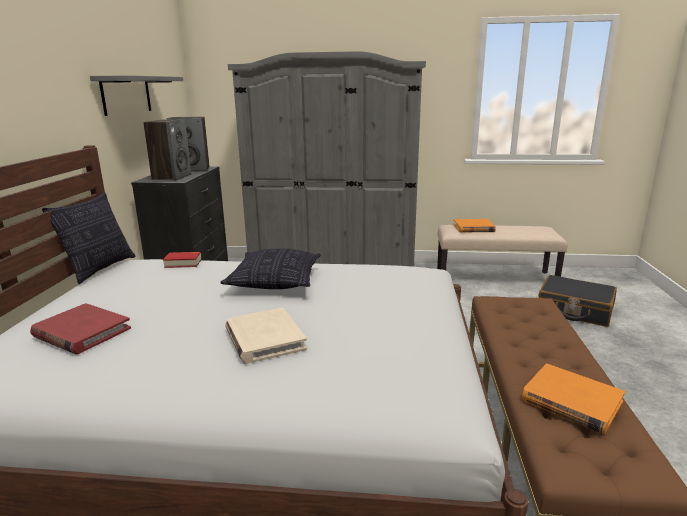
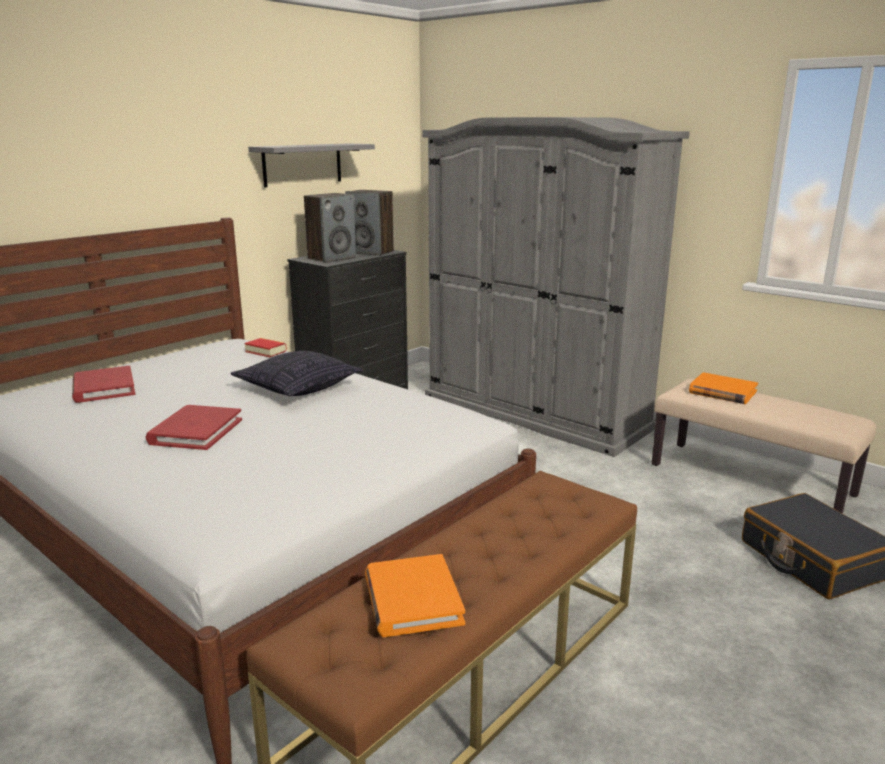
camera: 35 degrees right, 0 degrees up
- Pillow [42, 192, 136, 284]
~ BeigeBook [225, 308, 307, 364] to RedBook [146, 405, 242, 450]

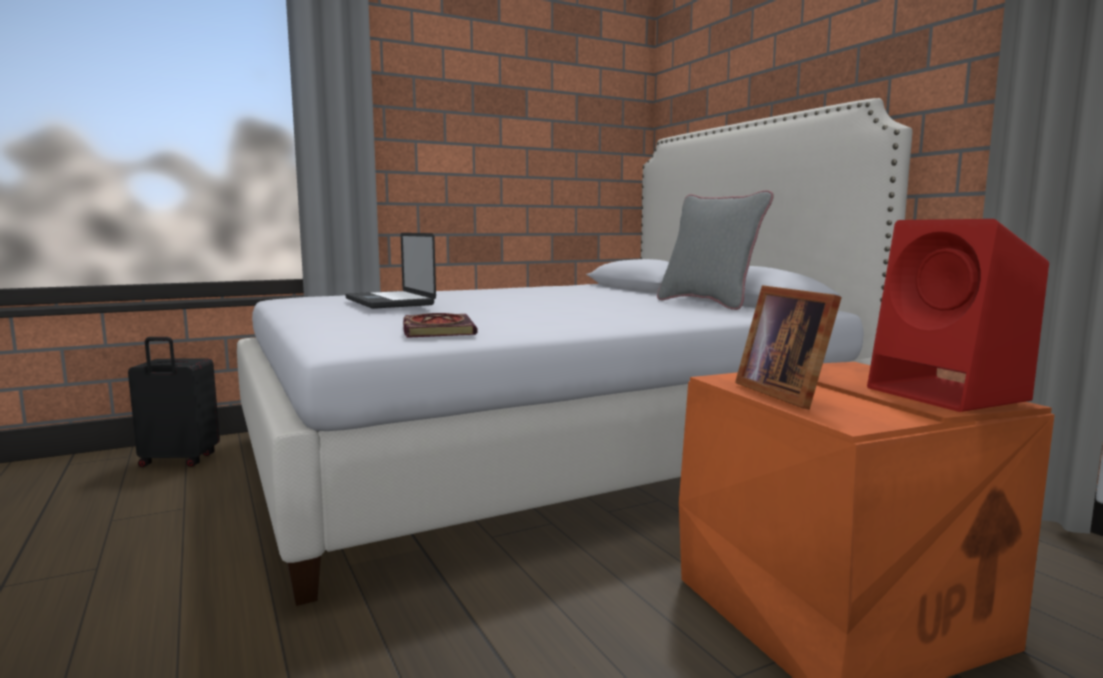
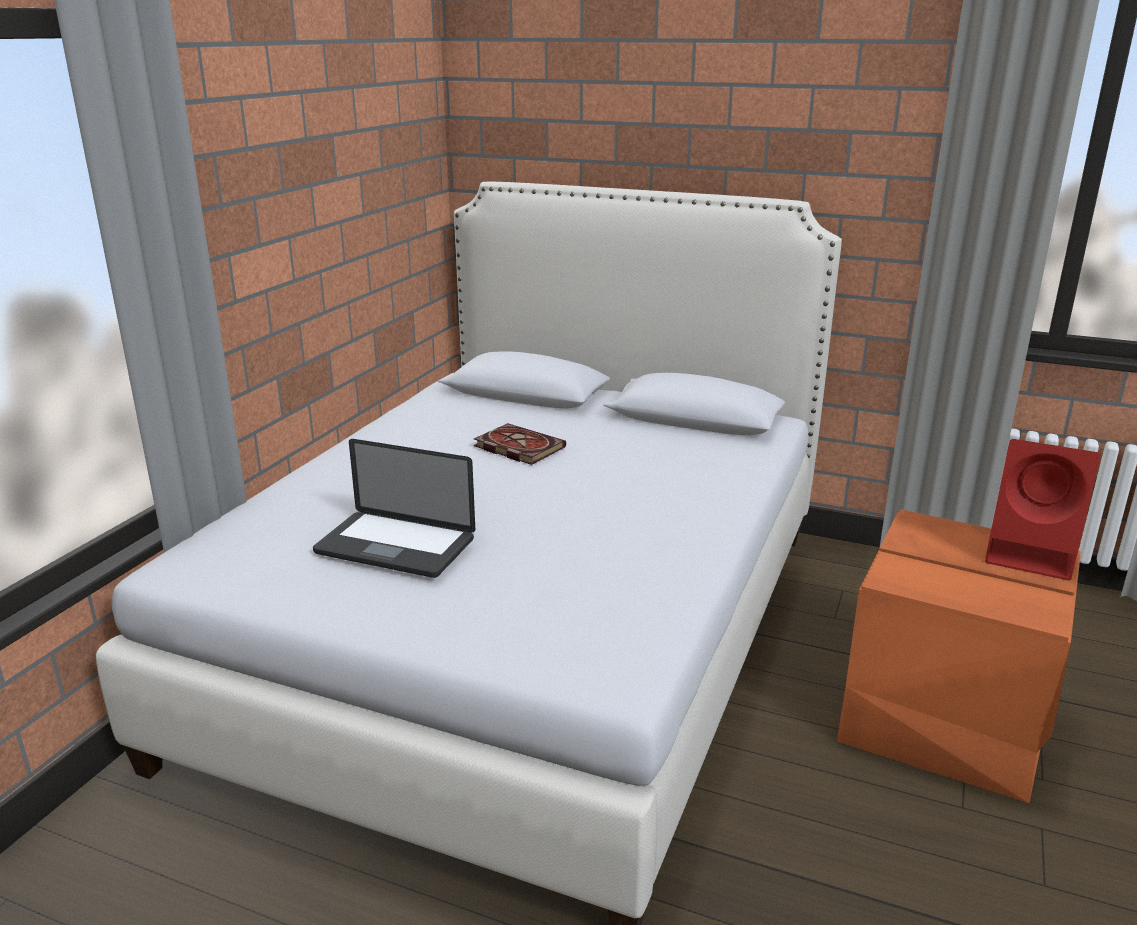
camera: 40 degrees left, 15 degrees up
- BlackSuitcase [128, 337, 220, 467]
~ Book [403, 313, 478, 338] to [474, 423, 566, 465]
- GreyPillow [657, 190, 774, 310]
- PictureFrame [735, 285, 842, 409]

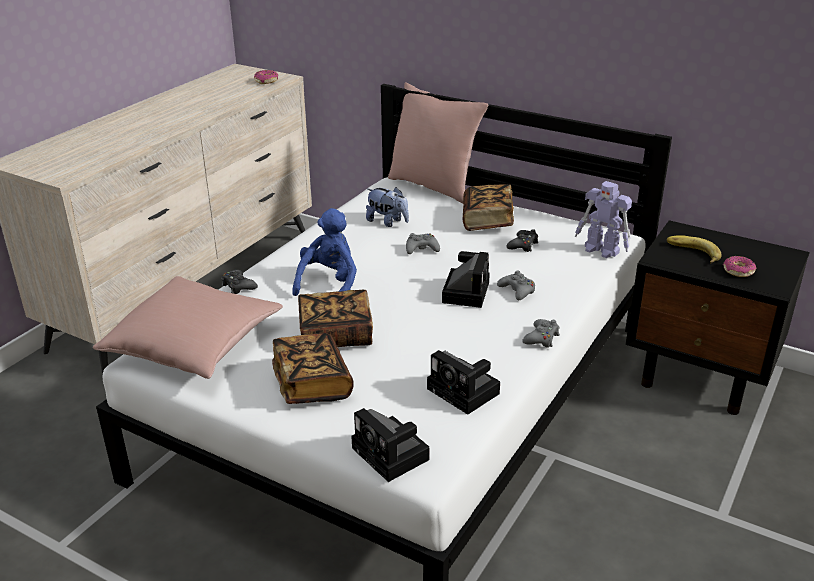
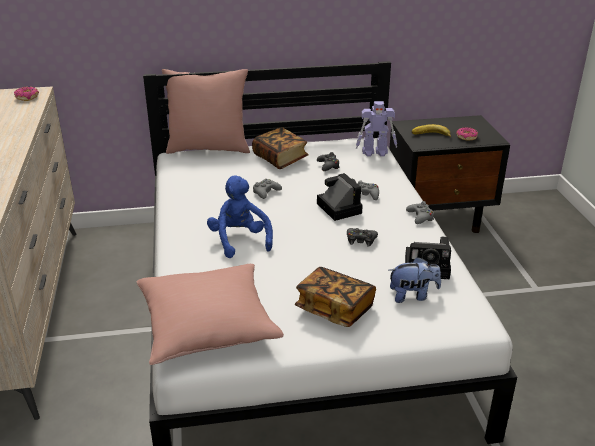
camera: 40 degrees left, 0 degrees up
~ BlackGameController [221, 270, 258, 294] to [347, 228, 378, 247]
- Book [298, 290, 373, 347]
- PhotoCamera [351, 408, 430, 482]
~ PlushToy [366, 187, 409, 227] to [389, 257, 441, 303]

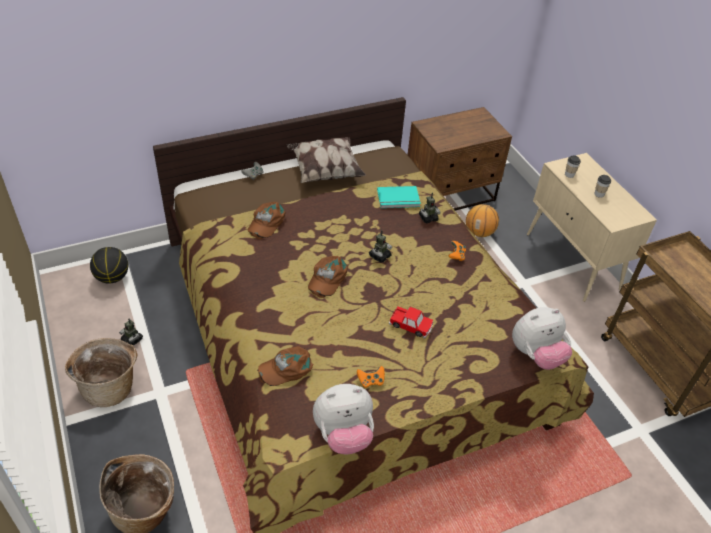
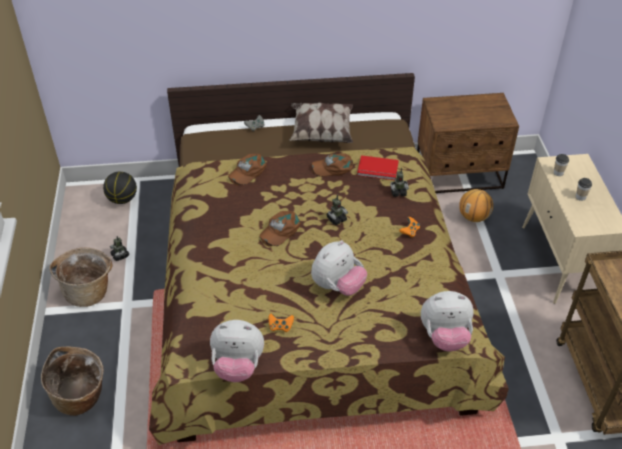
camera: 20 degrees right, 0 degrees up
~ BrownCap [257, 346, 313, 386] to [311, 153, 353, 177]
~ TurquoiseBook [377, 186, 421, 208] to RedBook [357, 155, 399, 180]
~ ToyCar [389, 306, 433, 338] to PlushToy [311, 240, 367, 296]

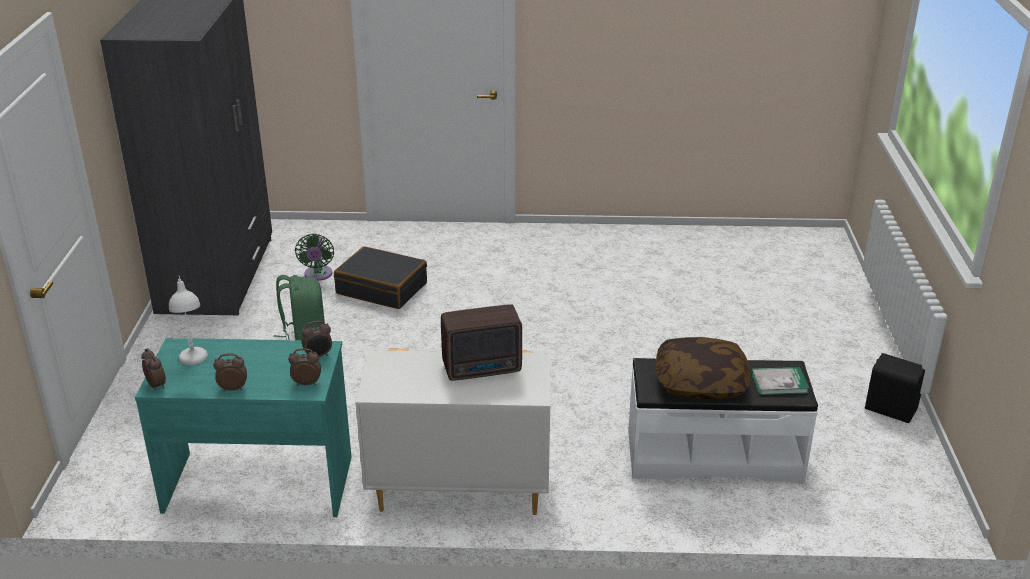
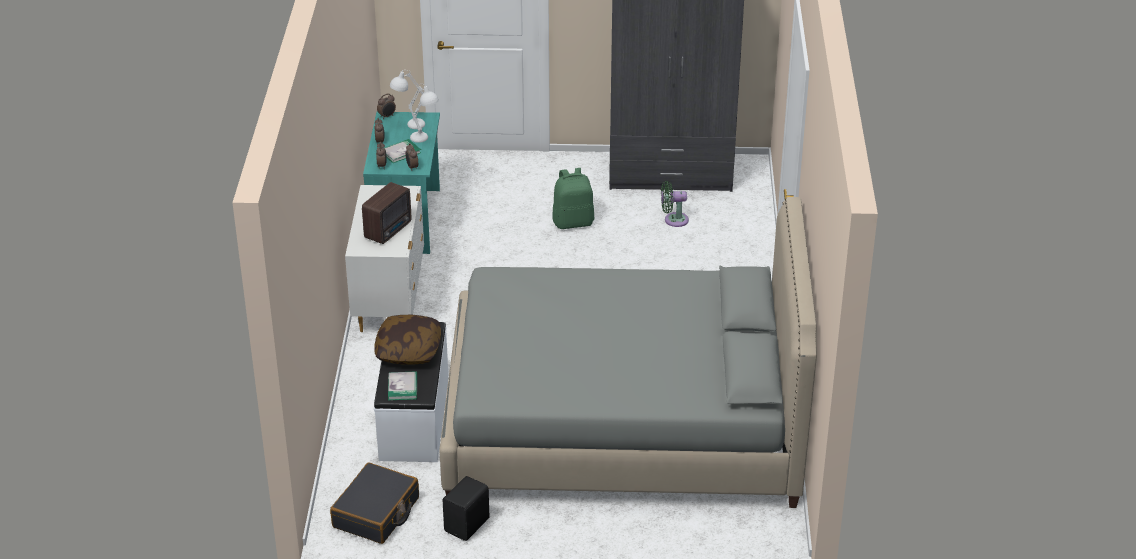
camera: 90 degrees right, 5 degrees up
~ BlackSuitcase [334, 246, 427, 309] to [330, 462, 419, 544]
~ Radio [441, 304, 522, 381] = [362, 182, 411, 244] 135 degrees counterclockwise
+ Book [385, 139, 421, 163]
+ WhiteTableLamp [408, 84, 439, 143]
+ GreyBed [439, 197, 817, 508]

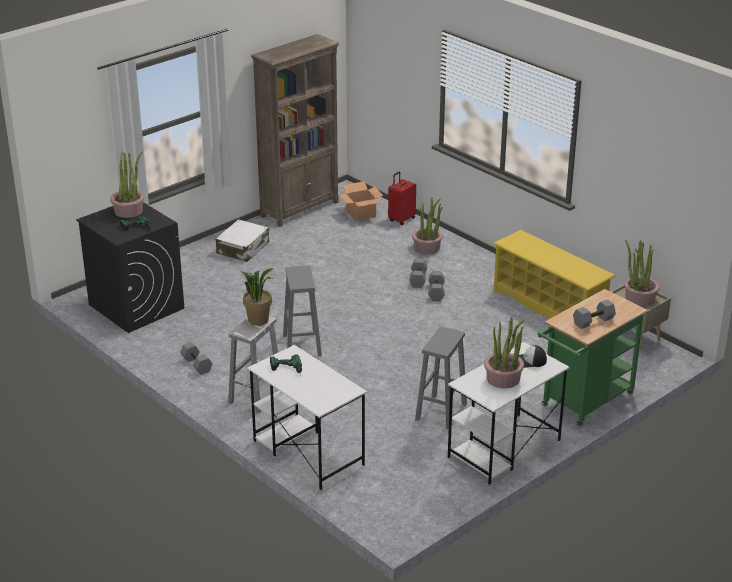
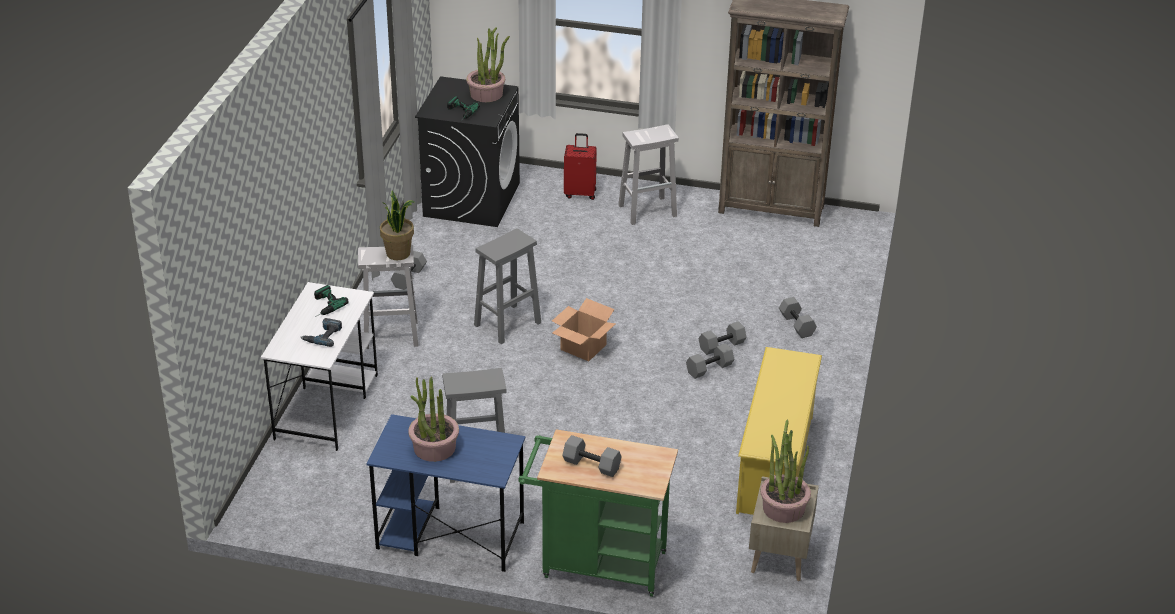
camera: 55 degrees right, 5 degrees up
~ WhiteSuitcase [216, 219, 269, 262] to WhiteStool [618, 124, 679, 225]
~ CardboardBox [339, 181, 383, 221] to [552, 298, 616, 361]
~ RedSuitcase [388, 172, 416, 225] to [564, 133, 597, 200]
~ PottedPlant [412, 198, 443, 254] to GreyDumbbell [779, 297, 817, 338]
~ WhiteDesk [448, 342, 569, 485] to BlueDesk [366, 414, 525, 572]
- Cap [519, 345, 547, 368]
+ PowerDrill [301, 318, 342, 347]

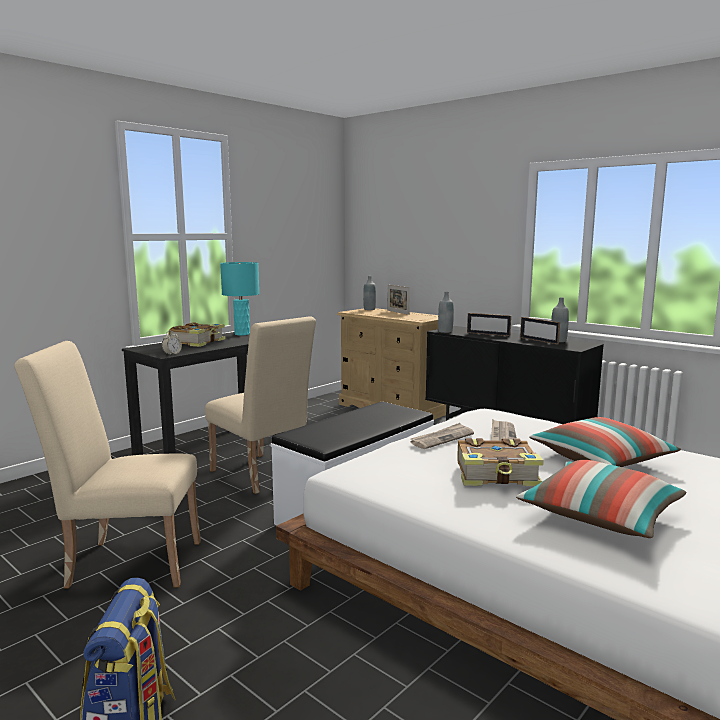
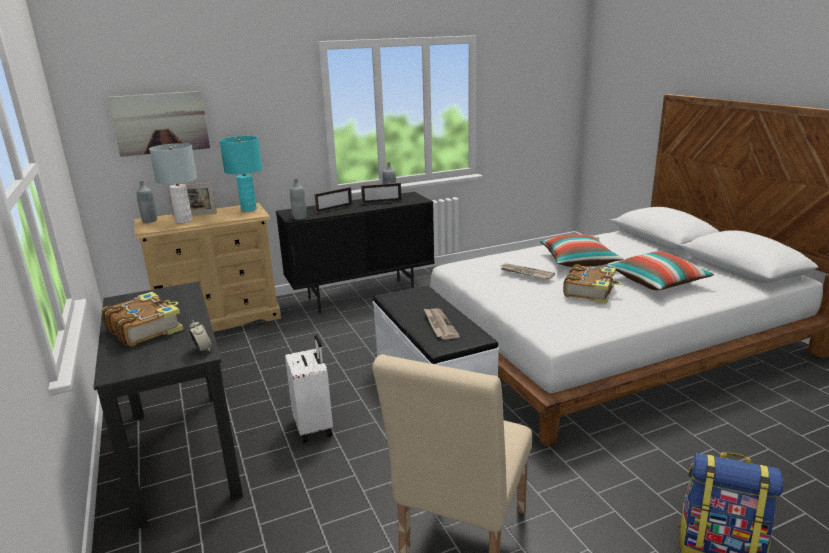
camera: 65 degrees left, 10 degrees up
~ BeigeChair [205, 316, 316, 494] to WhiteSuitcase [285, 335, 333, 443]
~ TurquoiseTableLamp [220, 262, 259, 335] to [219, 136, 263, 212]
~ Newspaper [411, 423, 474, 449] to [423, 308, 460, 340]
+ Picture [108, 91, 210, 157]
+ GreyTableLamp [149, 143, 197, 223]

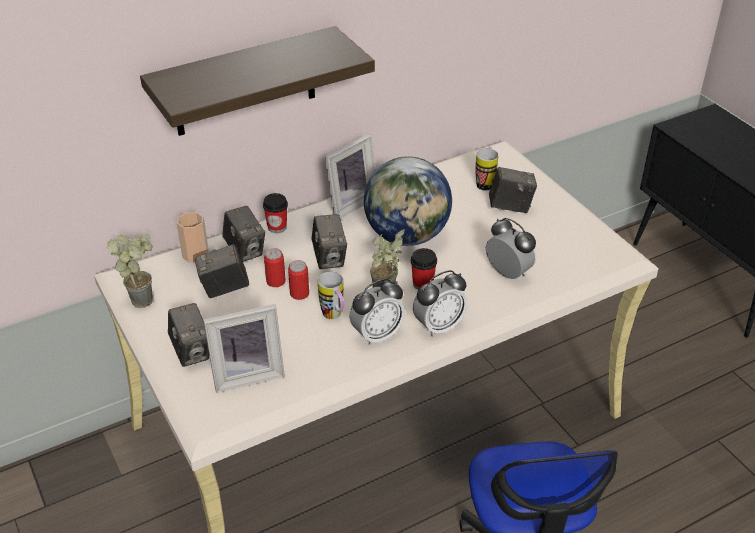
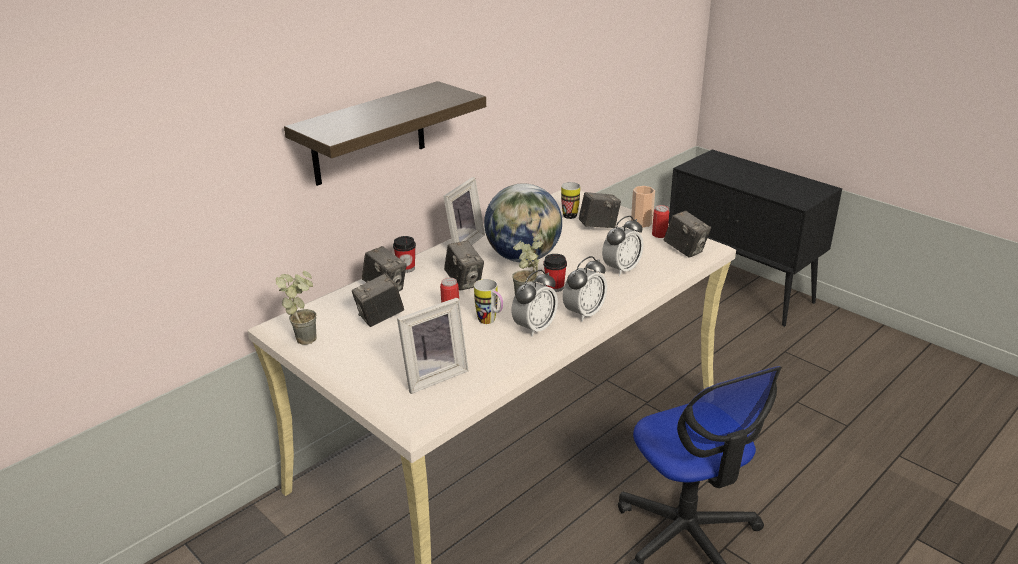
camera: 15 degrees left, 10 degrees down
~ PhotoCamera [168, 303, 209, 367] to [664, 211, 711, 258]
~ Cup [177, 212, 209, 263] to [631, 186, 655, 227]
~ Can [264, 248, 286, 287] to [652, 205, 669, 238]
~ AlarmClock [486, 218, 536, 279] = [602, 216, 644, 276] 105 degrees clockwise

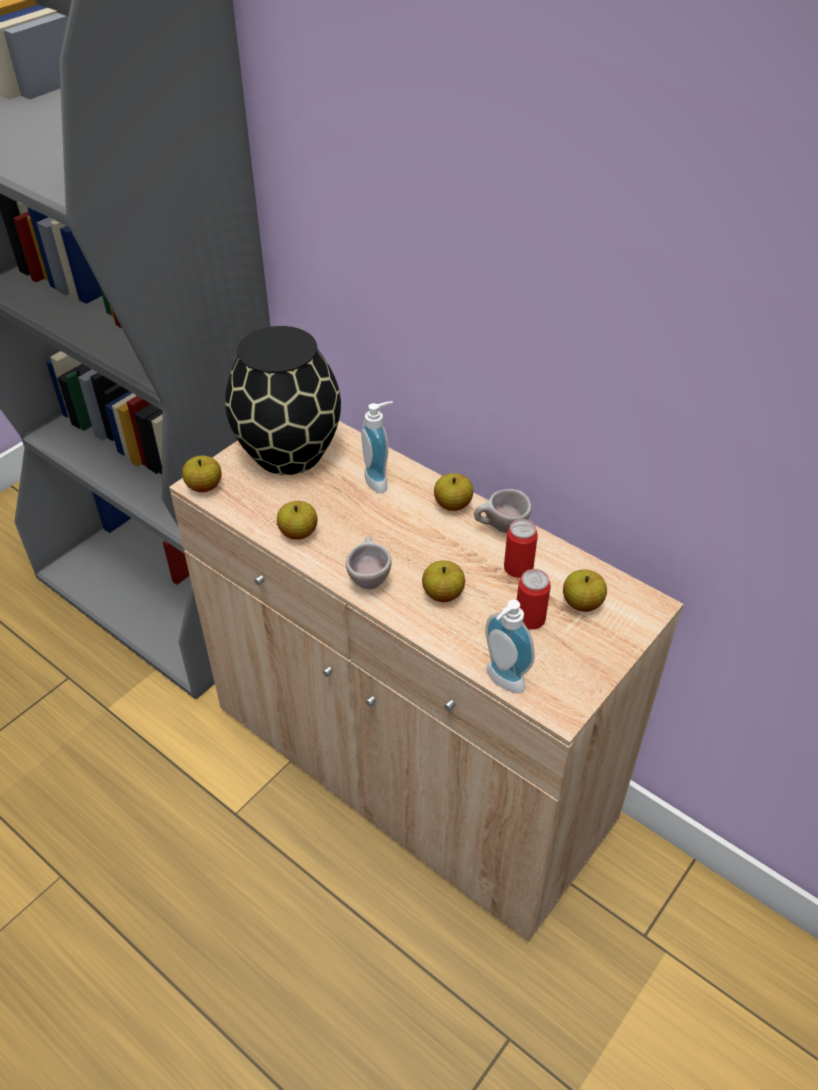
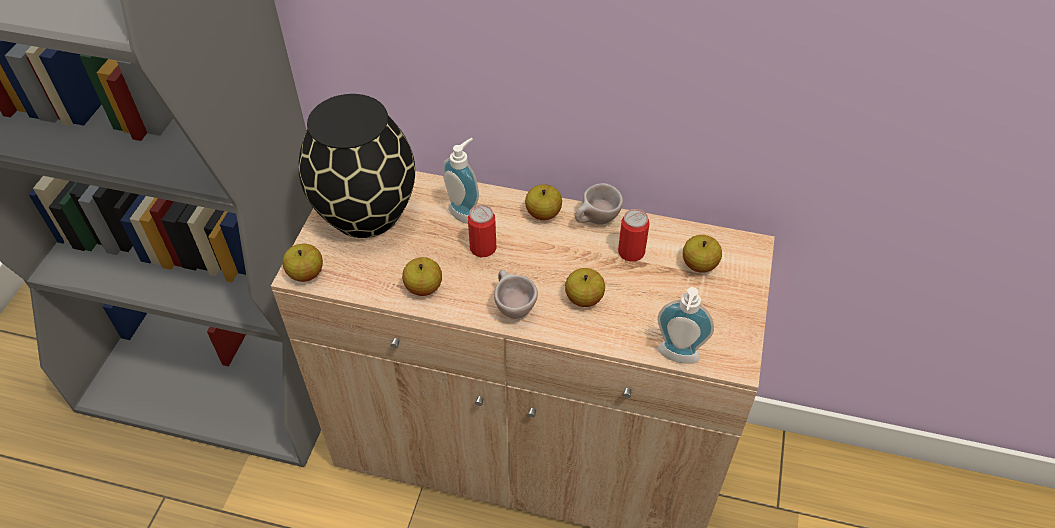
camera: 25 degrees left, 5 degrees up
~ Can [517, 569, 551, 630] to [468, 205, 497, 257]

